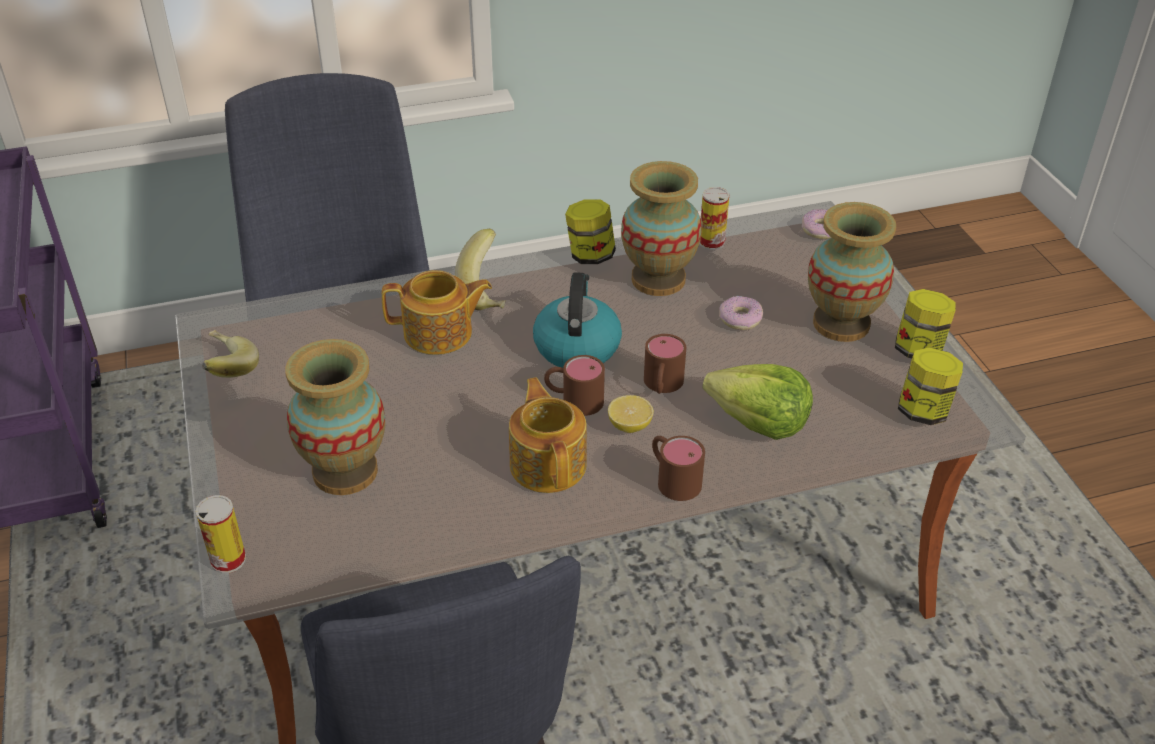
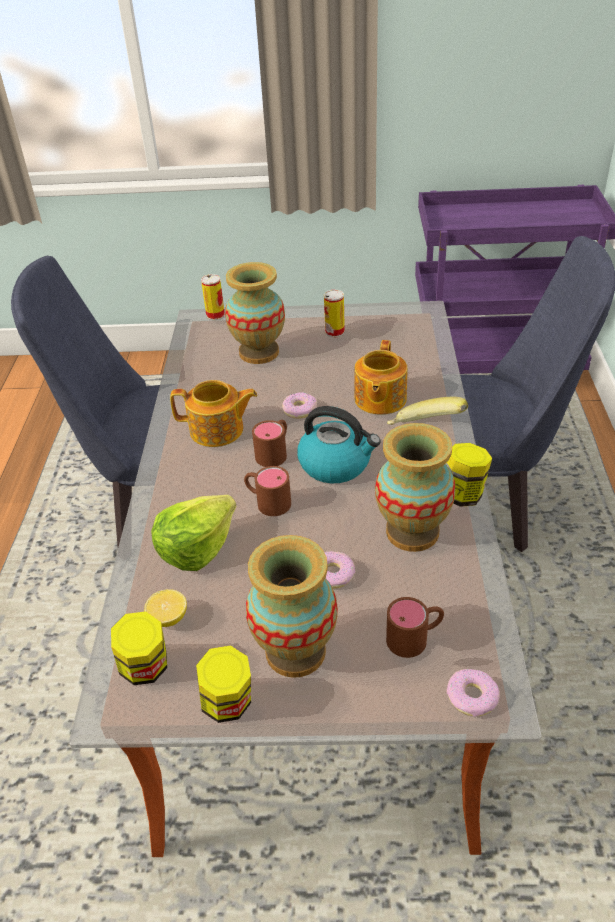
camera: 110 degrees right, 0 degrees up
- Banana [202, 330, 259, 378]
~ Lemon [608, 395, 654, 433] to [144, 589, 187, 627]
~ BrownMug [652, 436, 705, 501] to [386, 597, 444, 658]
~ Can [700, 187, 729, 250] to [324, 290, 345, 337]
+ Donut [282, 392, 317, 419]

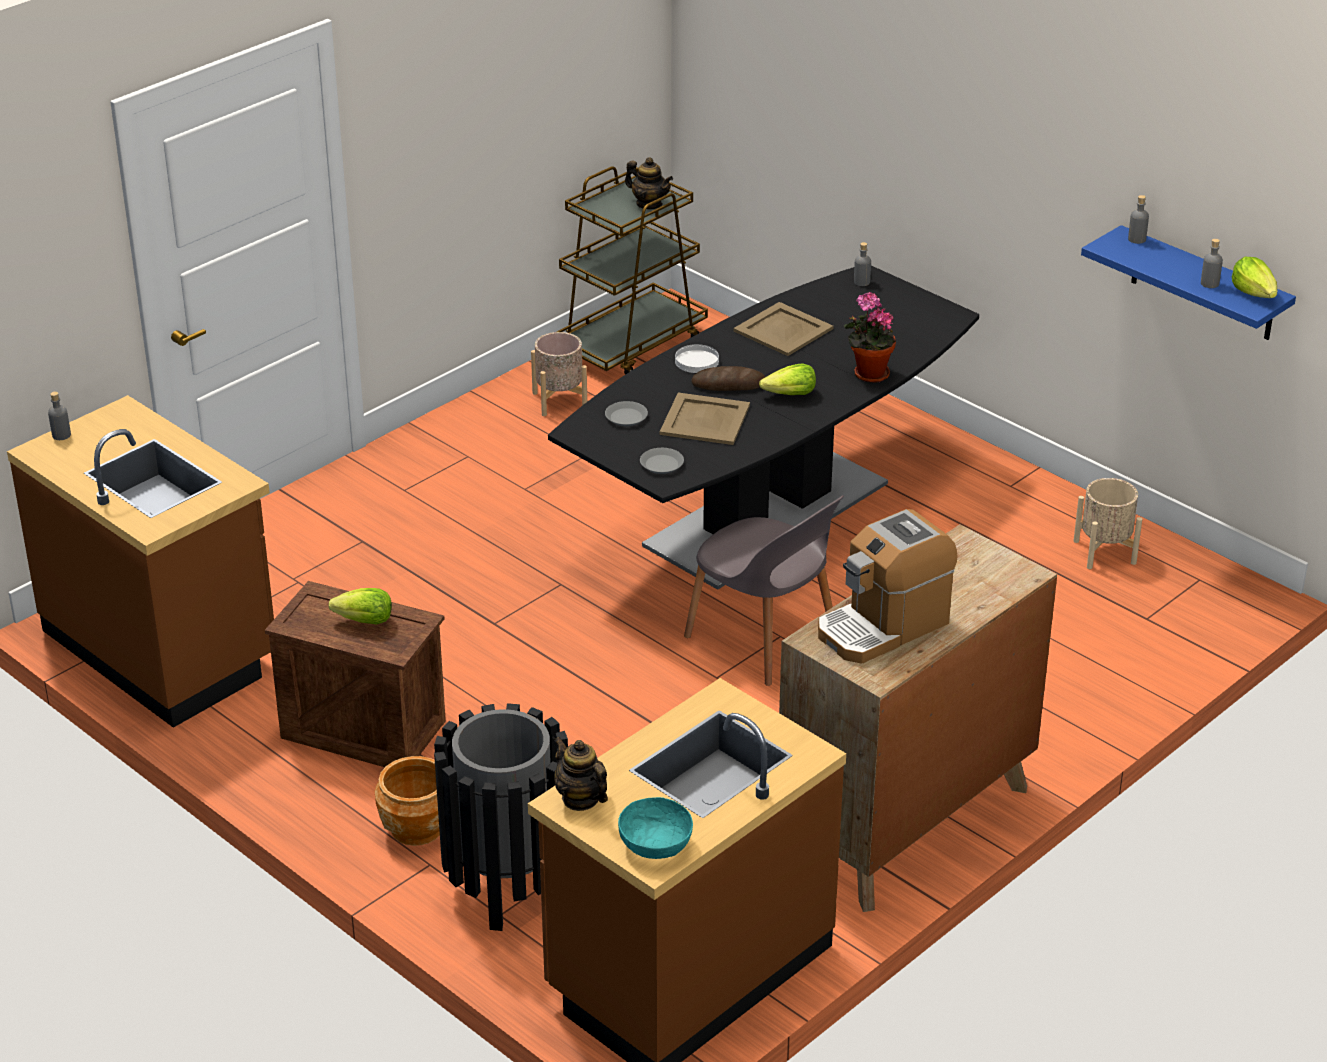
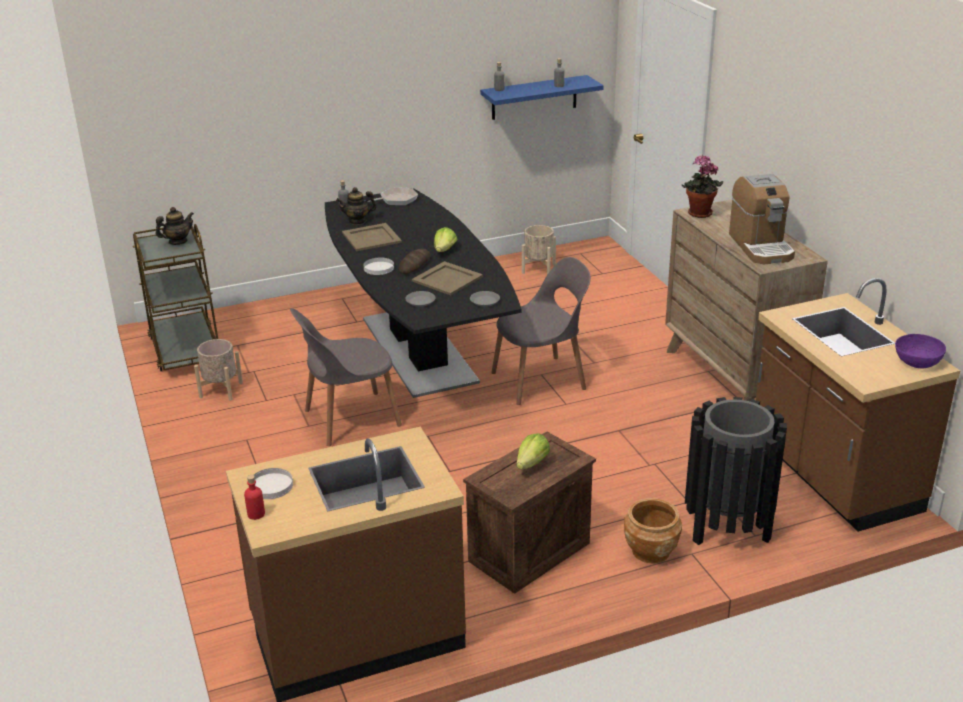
camera: 65 degrees left, 5 degrees down
~ GreyBottle [48, 392, 71, 440] to RedBottle [244, 475, 265, 520]
~ Teapot [554, 737, 608, 811] to [336, 187, 377, 225]
~ TurquoiseBowl [618, 797, 693, 859] to PurpleBowl [895, 334, 946, 368]
~ PottedPlant [844, 292, 896, 383] to [682, 155, 723, 218]
- Lettuce [1232, 257, 1277, 298]
+ WhitePlate [254, 468, 293, 499]
+ GreyChair [290, 308, 402, 446]
+ FryingPan [365, 187, 418, 205]

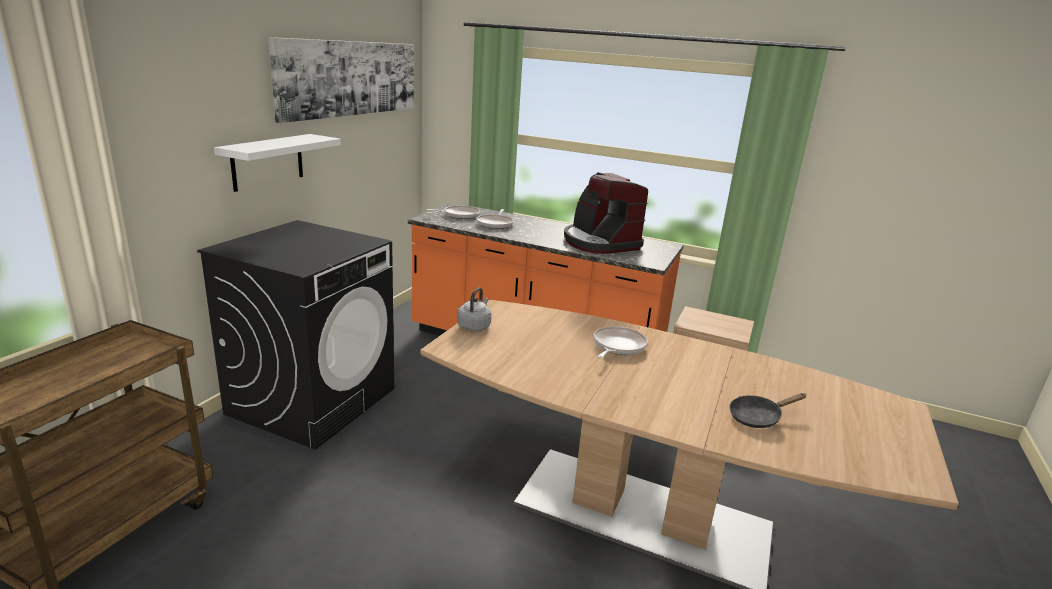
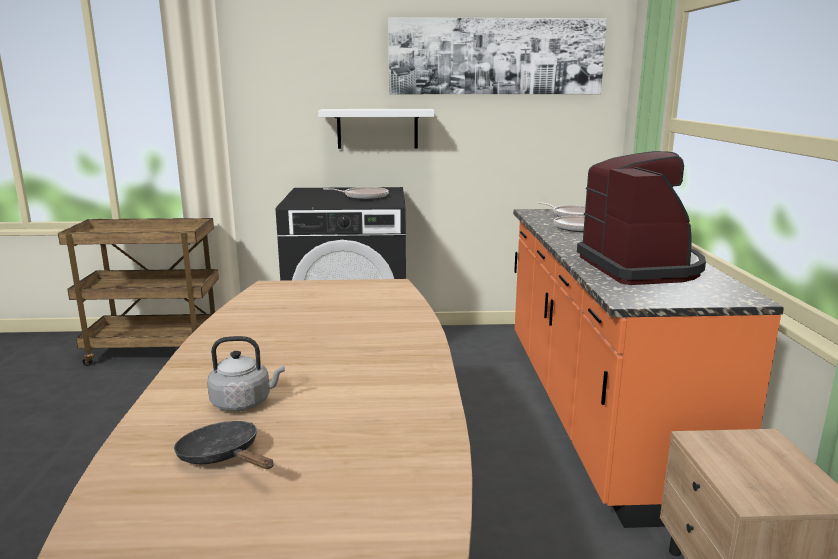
camera: 65 degrees right, 5 degrees down
~ GreyKettle [457, 287, 491, 332] to [207, 336, 285, 411]
~ CoffeeMachine [564, 172, 648, 254] = [577, 151, 706, 285] 135 degrees clockwise
~ FryingPan [593, 326, 648, 358] to [323, 187, 389, 200]

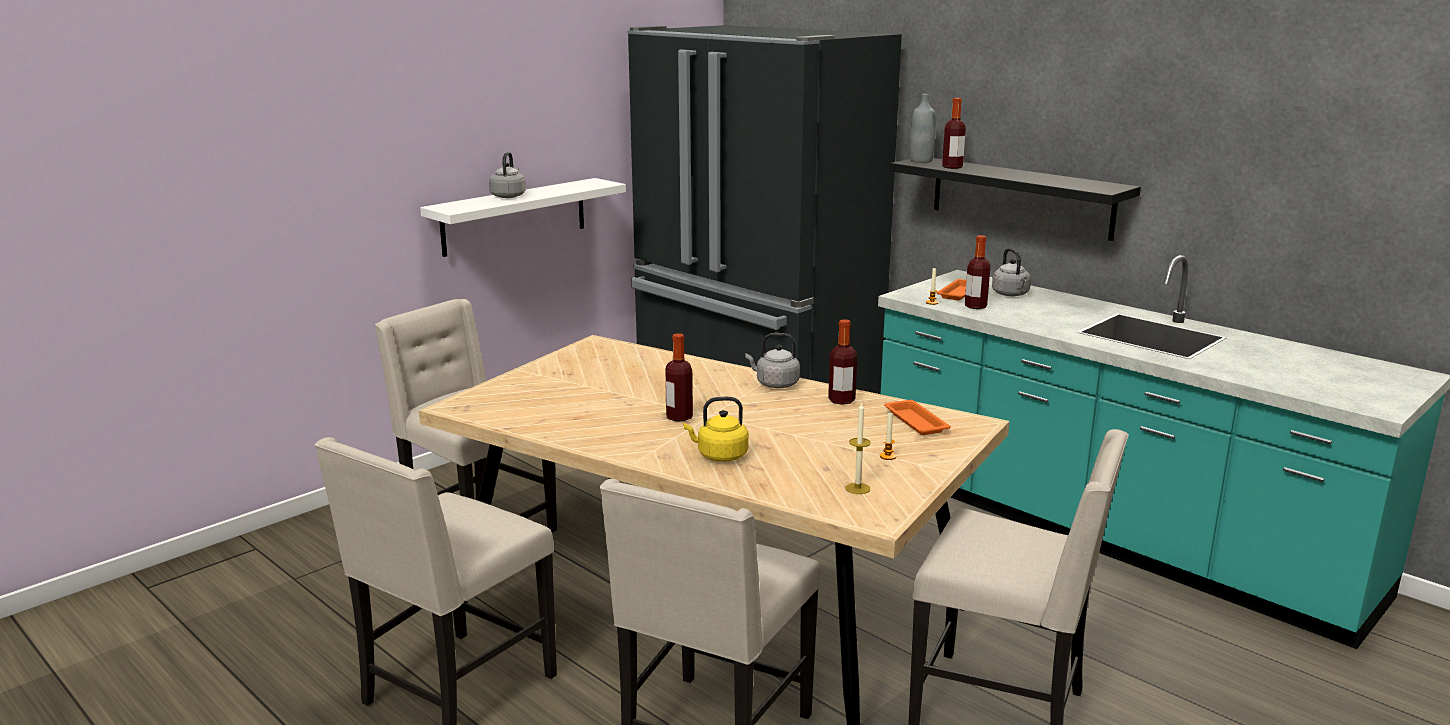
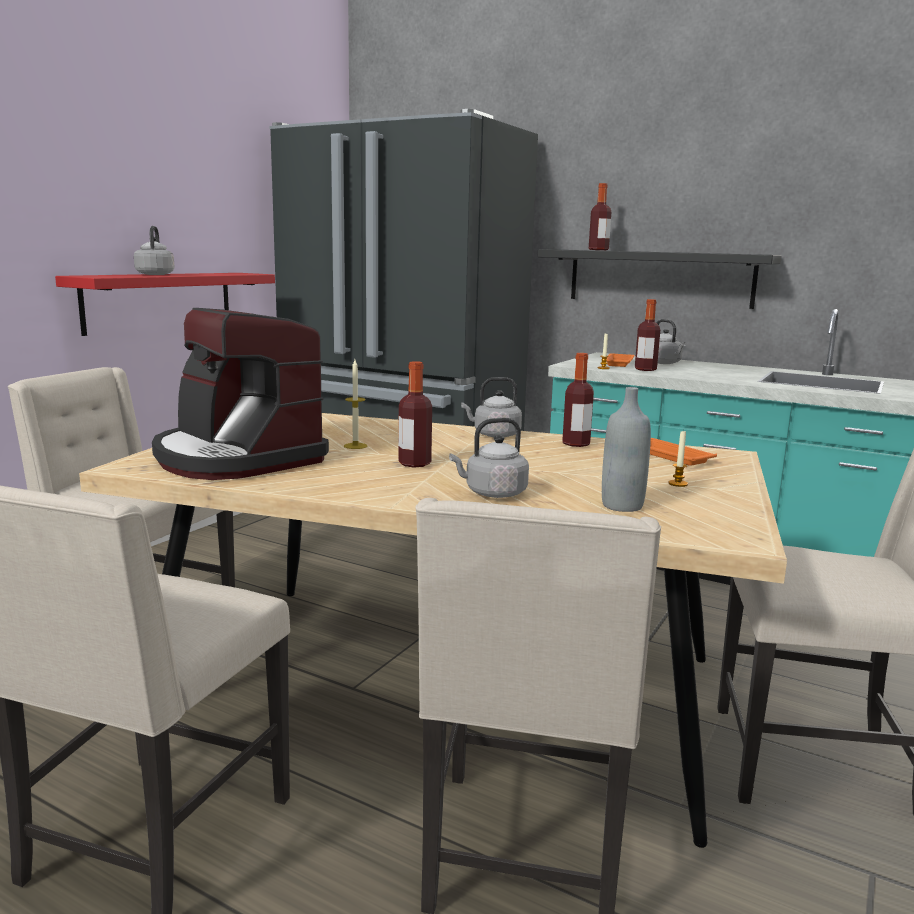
camera: 15 degrees left, 5 degrees down
~ WhiteShelf [420, 178, 626, 257] to RedShelf [55, 273, 275, 336]
~ YellowKettle [683, 397, 749, 462] to GreyKettle [449, 418, 529, 498]
~ Candle [845, 403, 871, 494] to [344, 360, 367, 449]
~ GreyBottle [910, 94, 936, 163] to [602, 387, 651, 512]
+ CoffeeMachine [152, 308, 329, 480]

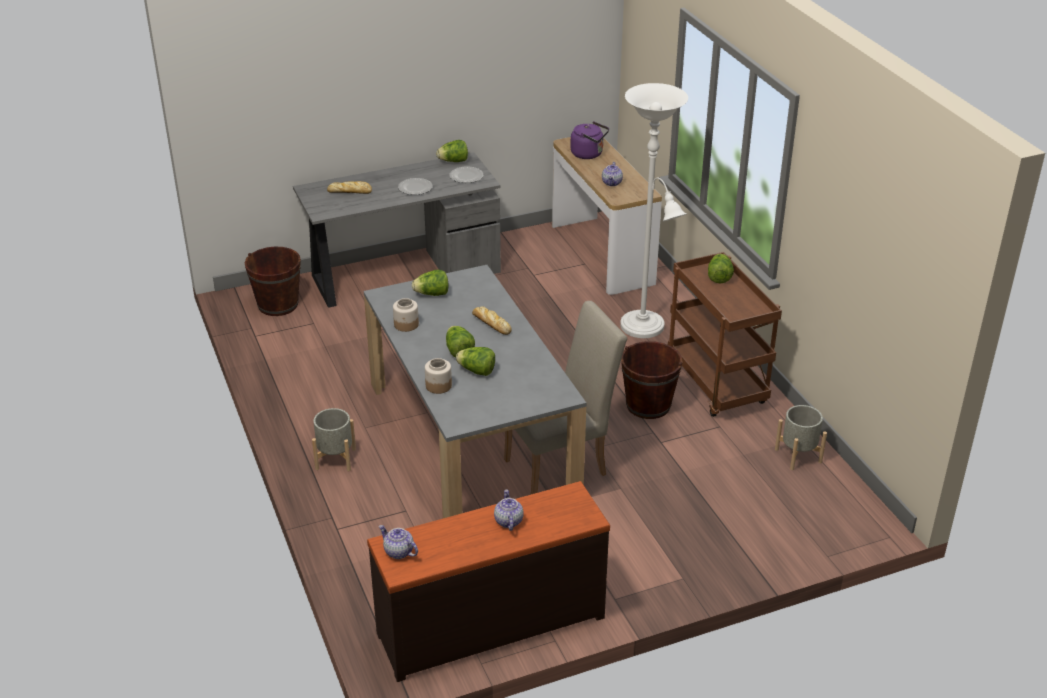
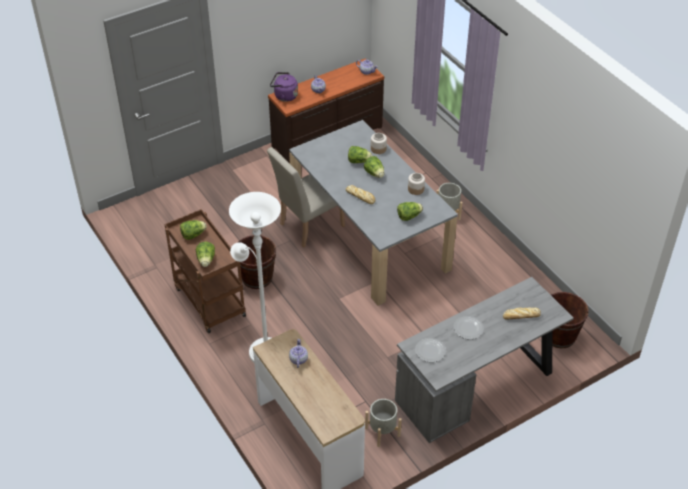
camera: 170 degrees right, 10 degrees up
~ Lettuce [436, 140, 468, 162] to [180, 220, 207, 240]
~ PurpleKettle [570, 121, 609, 159] to [270, 72, 298, 102]
~ GreyPlanter [775, 405, 827, 470] to [365, 399, 402, 447]

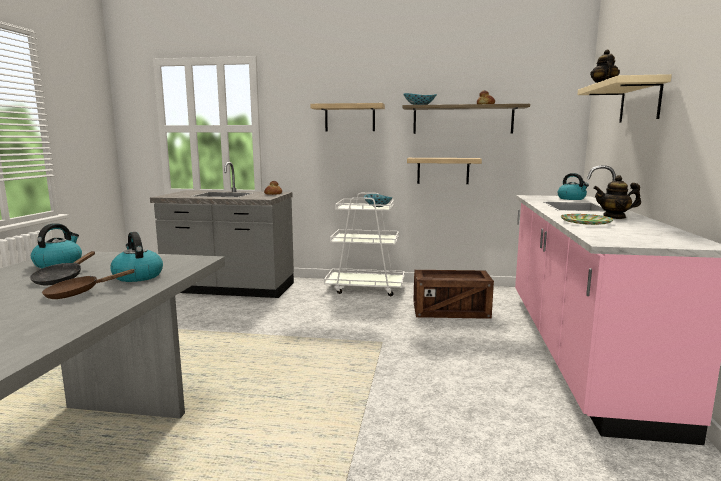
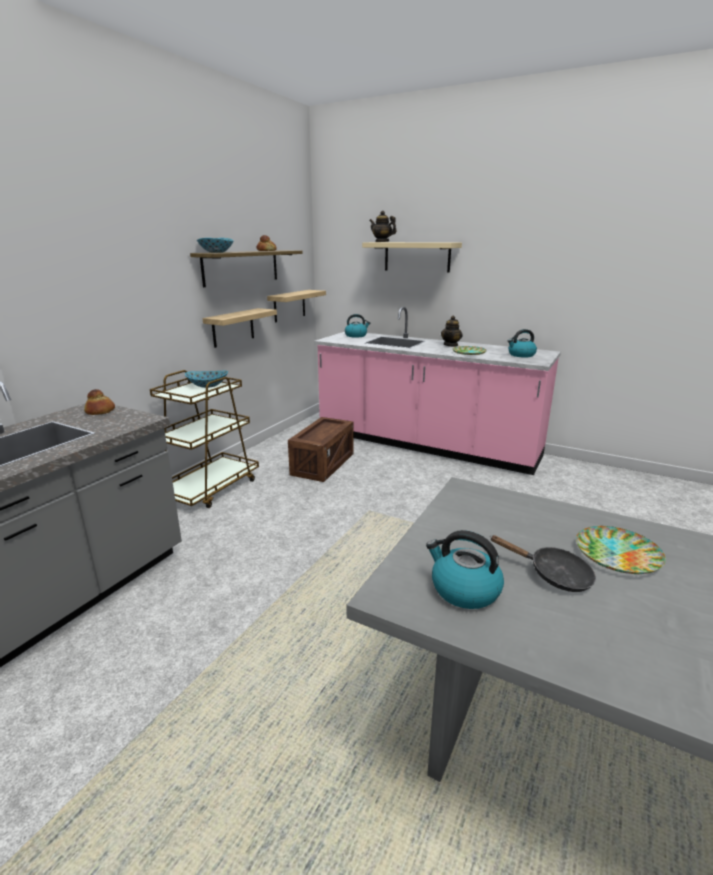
camera: 70 degrees left, 10 degrees up
~ BrownFryingPan [42, 269, 136, 299] to Plate [576, 526, 666, 574]
~ Kettle [110, 232, 163, 282] to [508, 329, 537, 358]
~ Shelf [311, 103, 385, 131] to [267, 290, 326, 323]
~ WhiteCart [324, 193, 405, 296] to BrownCart [150, 370, 259, 508]

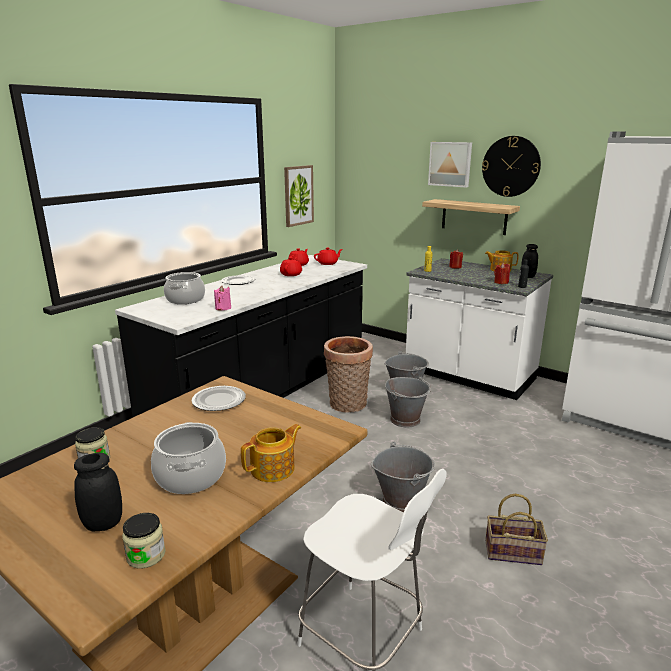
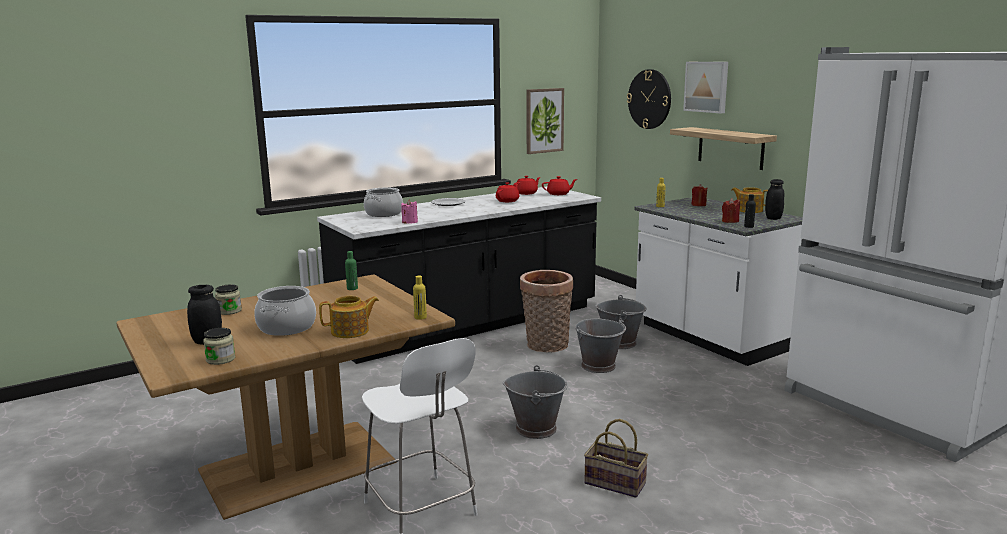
camera: 20 degrees right, 5 degrees down
~ Plate [191, 386, 246, 411] to GreenBottle [345, 251, 358, 290]
~ WallClock [482, 136, 541, 197] to [627, 69, 671, 129]
+ YellowBottle [413, 276, 427, 320]

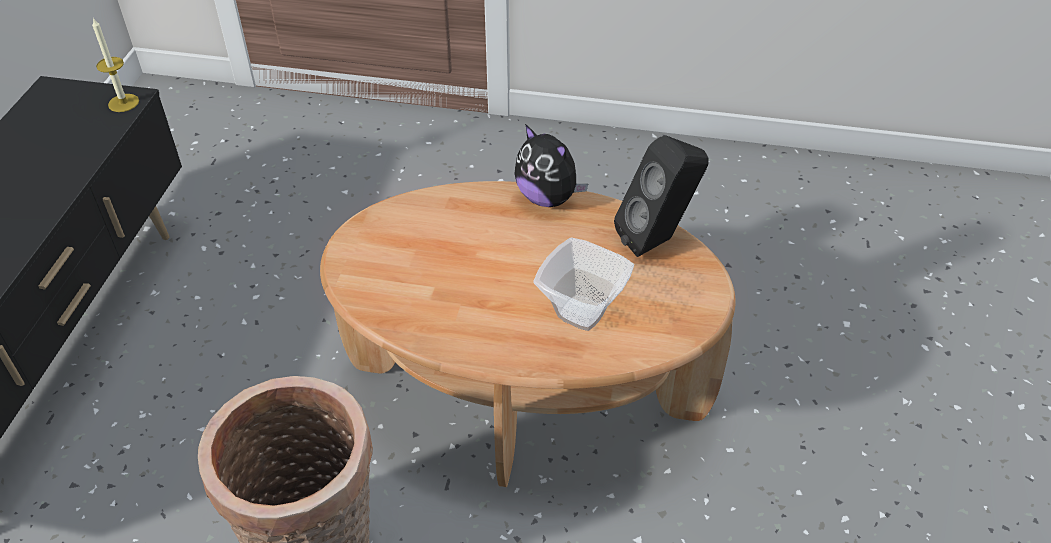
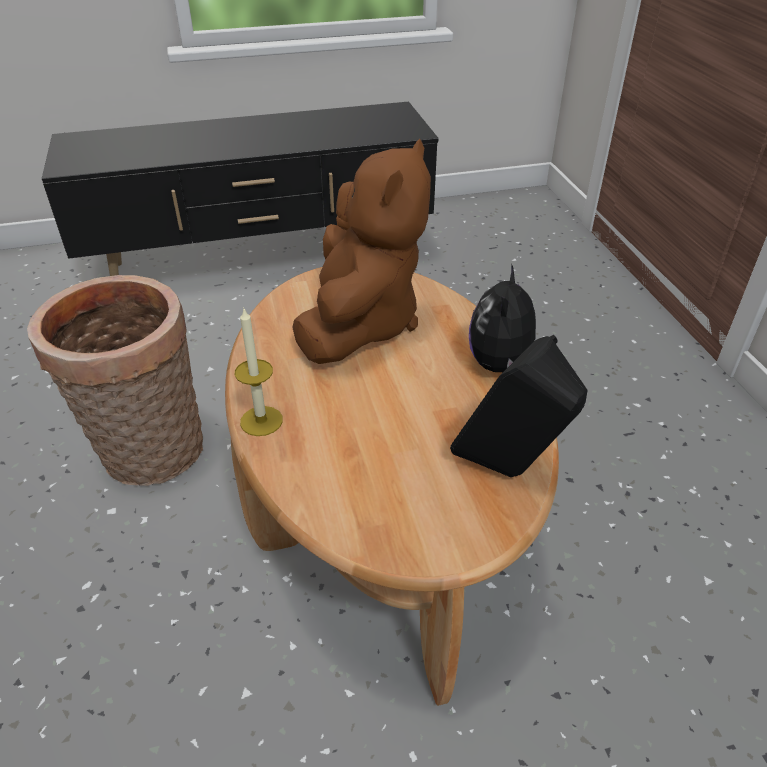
camera: 65 degrees right, 5 degrees down
~ Candle [92, 18, 139, 112] to [235, 307, 283, 436]
- Bowl [533, 238, 634, 331]
+ BrownPlushToy [292, 139, 431, 364]

